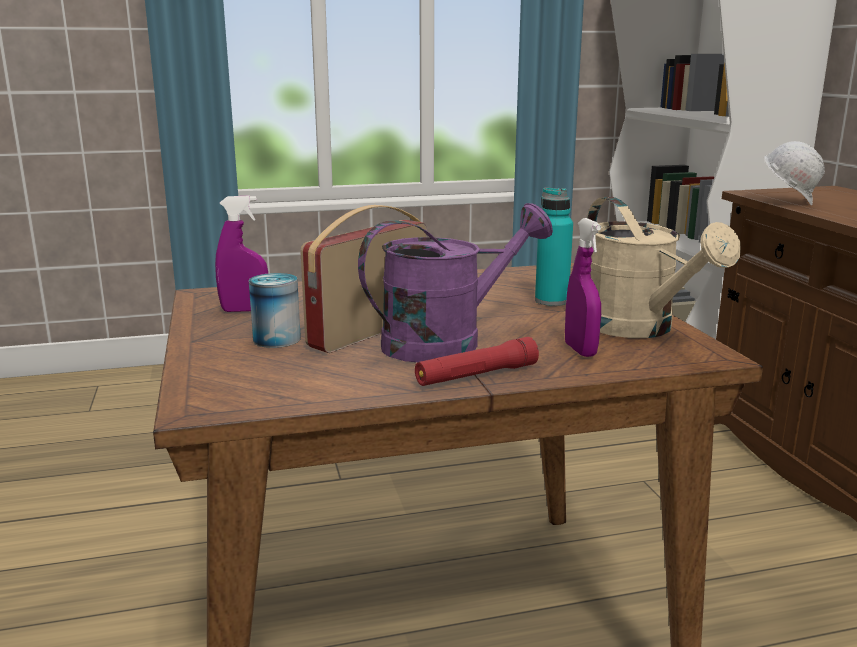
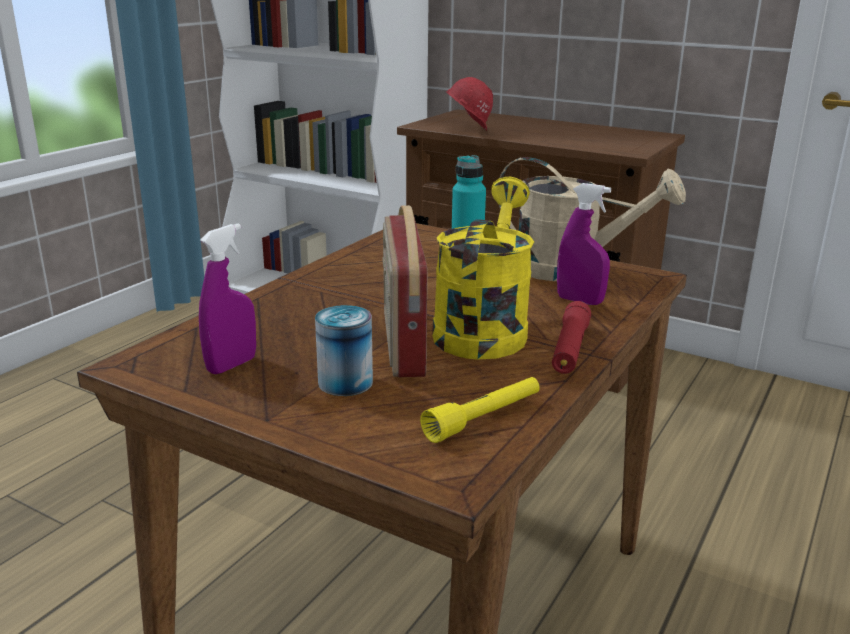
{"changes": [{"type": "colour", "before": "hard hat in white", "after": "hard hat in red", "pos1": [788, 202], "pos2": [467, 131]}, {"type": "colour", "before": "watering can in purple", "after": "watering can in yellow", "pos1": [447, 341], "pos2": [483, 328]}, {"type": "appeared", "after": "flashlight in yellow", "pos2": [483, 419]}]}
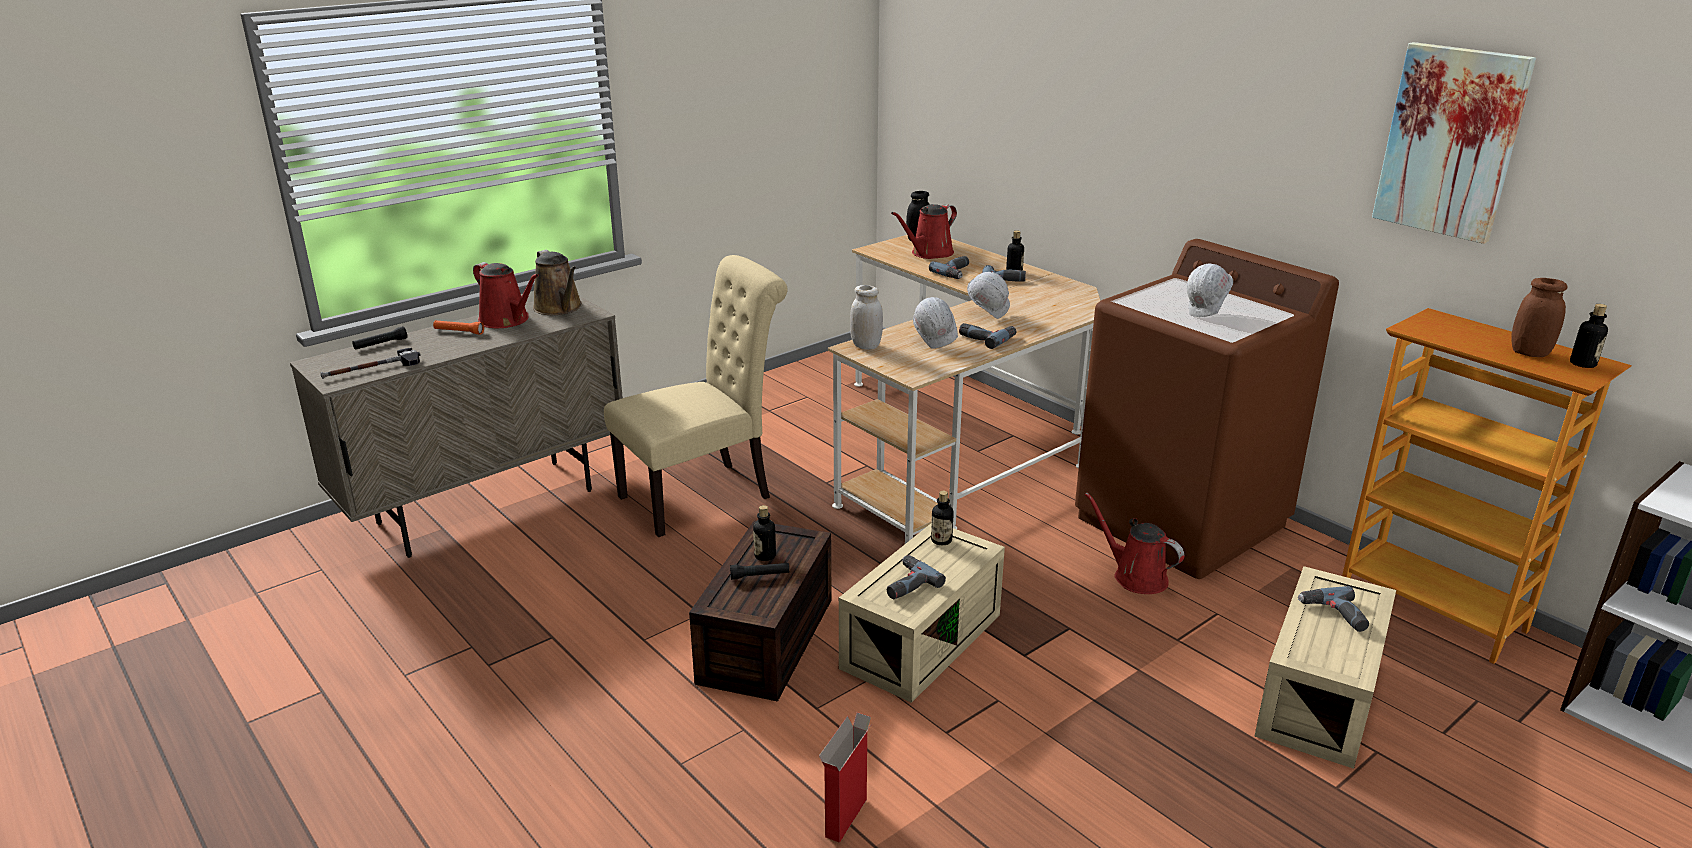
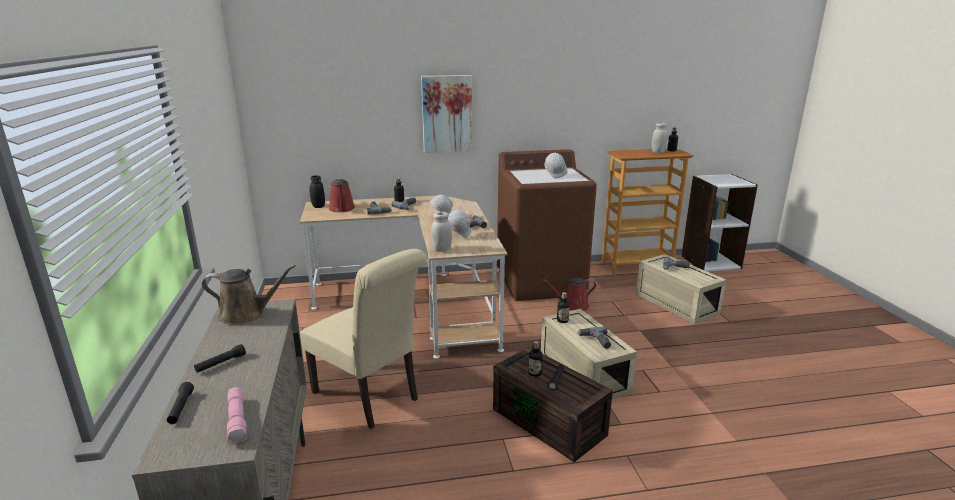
{"changes": [{"type": "relocated", "before": "picture", "pos1": [1451, 142], "pos2": [446, 114]}, {"type": "spun", "before": "chair in beige", "pos1": [704, 495], "pos2": [370, 398], "turn": 135}, {"type": "missing", "before": "watering can in red", "pos1": [507, 320]}, {"type": "colour", "before": "jar in brown", "after": "jar in white", "pos1": [1529, 353], "pos2": [658, 152]}, {"type": "colour", "before": "flashlight in orange", "after": "flashlight in black", "pos1": [459, 332], "pos2": [221, 363]}, {"type": "exchanged", "before": "hammer", "after": "flashlight in pink", "pos1": [372, 370], "pos2": [238, 421]}, {"type": "missing", "before": "cardboard box", "pos1": [846, 817]}]}
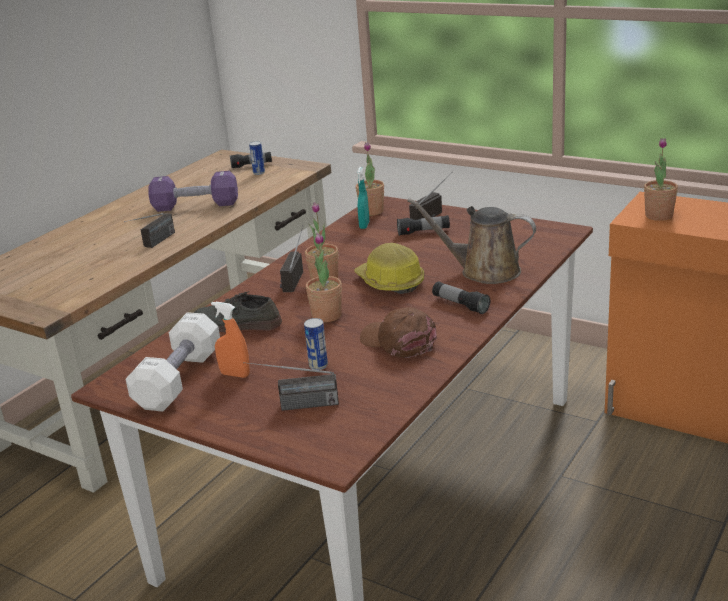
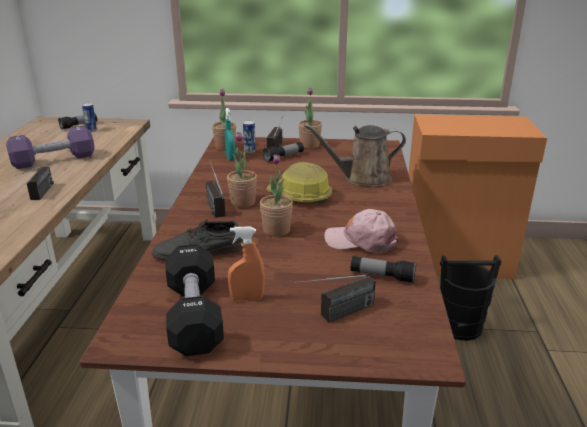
{"changes": [{"type": "relocated", "before": "potted plant", "pos1": [659, 216], "pos2": [309, 145]}, {"type": "relocated", "before": "flashlight", "pos1": [460, 305], "pos2": [382, 276]}, {"type": "colour", "before": "cap in brown", "after": "cap in pink", "pos1": [399, 341], "pos2": [361, 240]}, {"type": "colour", "before": "dumbbell in white", "after": "dumbbell in black", "pos1": [179, 380], "pos2": [194, 316]}, {"type": "relocated", "before": "can", "pos1": [318, 365], "pos2": [249, 151]}, {"type": "appeared", "after": "bucket in black", "pos2": [460, 326]}]}
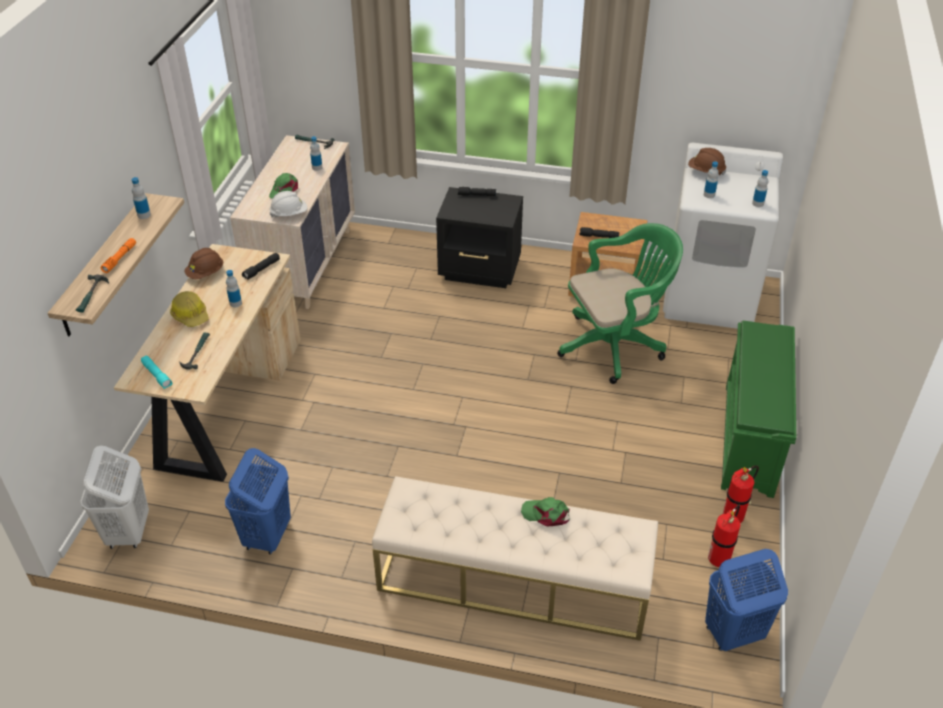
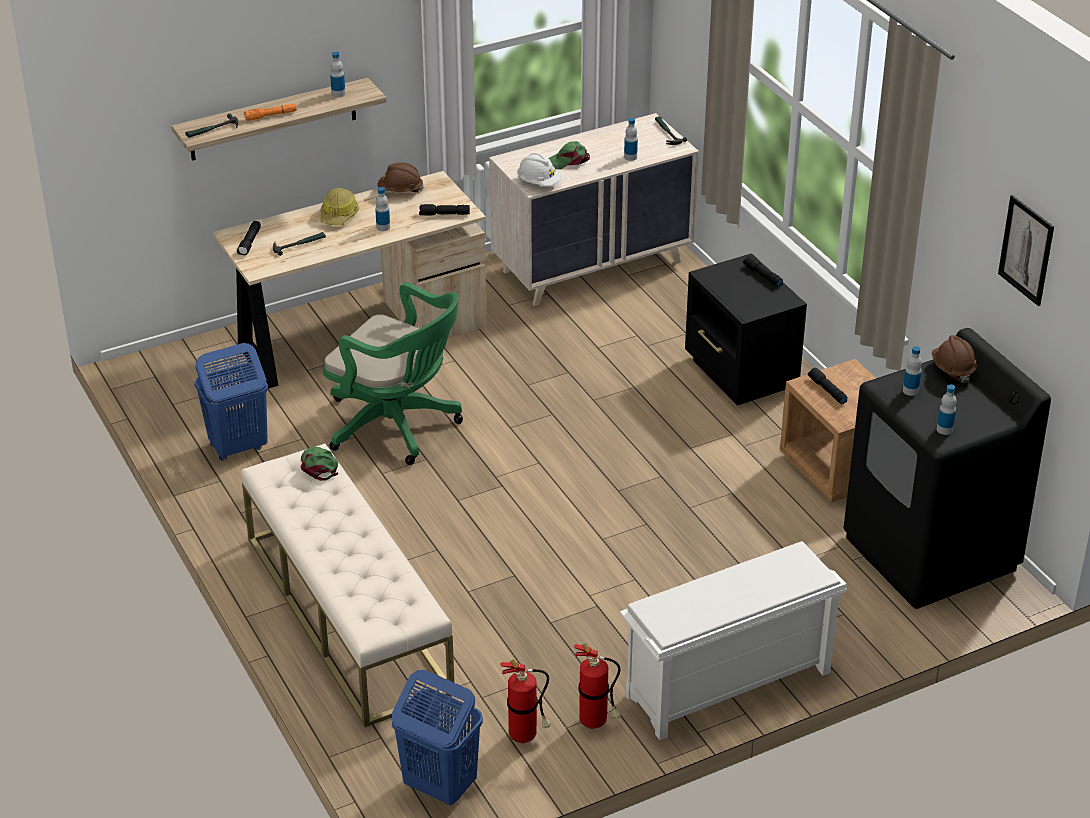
{"changes": [{"type": "colour", "before": "washing machine in white", "after": "washing machine in black", "pos1": [709, 297], "pos2": [931, 553]}, {"type": "relocated", "before": "office chair in green", "pos1": [615, 345], "pos2": [398, 426]}, {"type": "colour", "before": "shoe rack in green", "after": "shoe rack in white", "pos1": [749, 440], "pos2": [727, 686]}, {"type": "colour", "before": "flashlight in turquoise", "after": "flashlight in black", "pos1": [157, 375], "pos2": [250, 243]}, {"type": "missing", "before": "laundry basket in white", "pos1": [128, 532]}, {"type": "relocated", "before": "cap in green", "pos1": [546, 514], "pos2": [319, 465]}, {"type": "appeared", "after": "picture", "pos2": [1026, 250]}]}
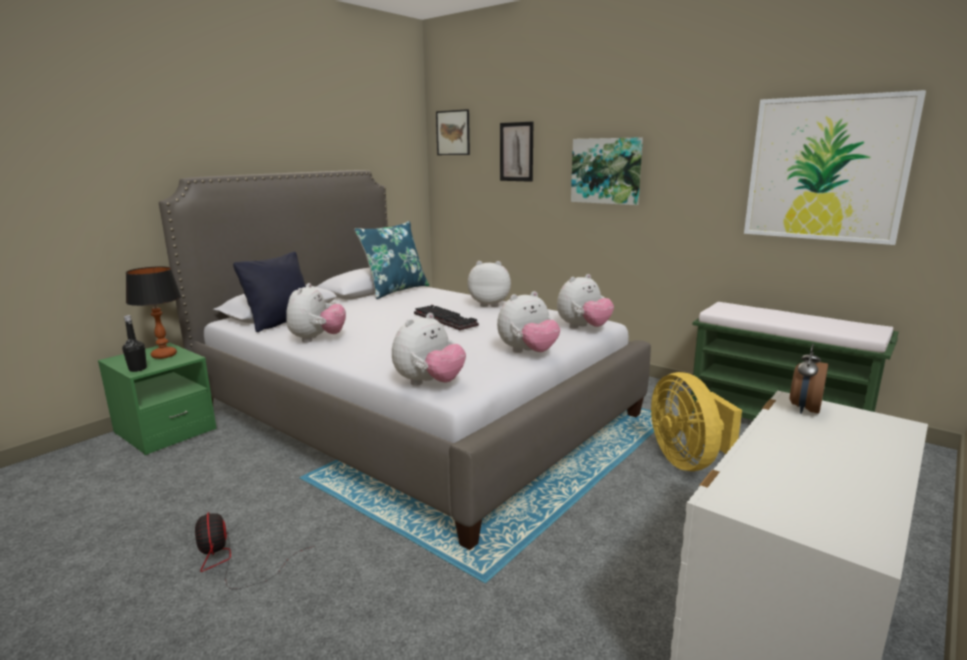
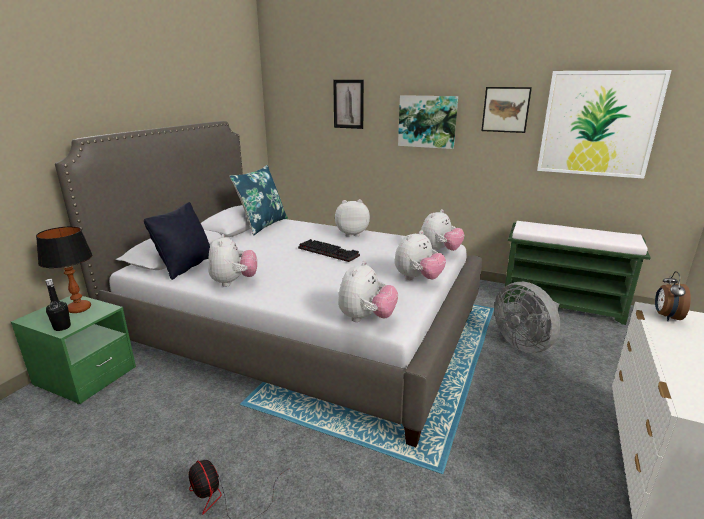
{"changes": [{"type": "relocated", "before": "picture", "pos1": [453, 133], "pos2": [505, 109]}, {"type": "colour", "before": "fan in yellow", "after": "fan in grey", "pos1": [688, 461], "pos2": [524, 343]}]}
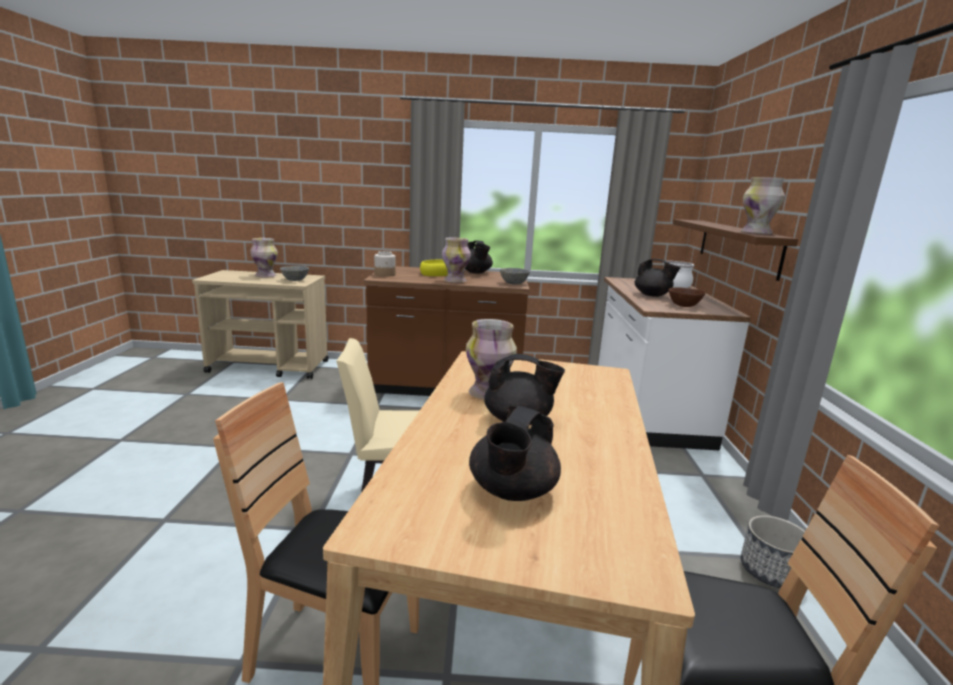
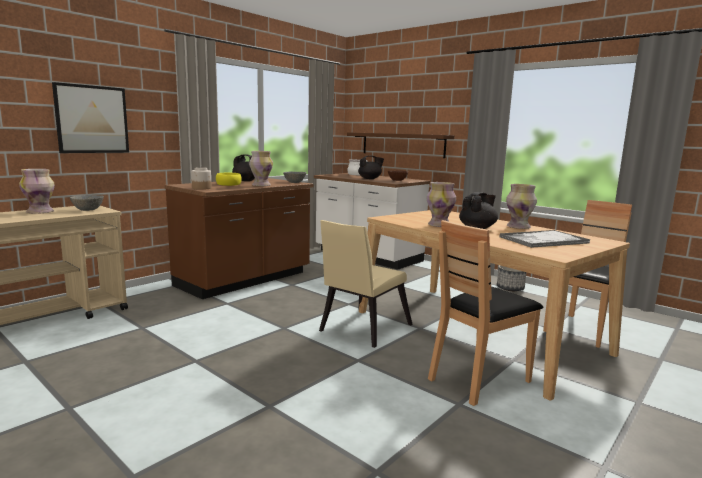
{"changes": [{"type": "relocated", "before": "vase", "pos1": [756, 233], "pos2": [519, 227]}, {"type": "exchanged", "before": "teapot in black", "after": "tray", "pos1": [512, 491], "pos2": [543, 240]}, {"type": "appeared", "after": "picture", "pos2": [92, 119]}]}
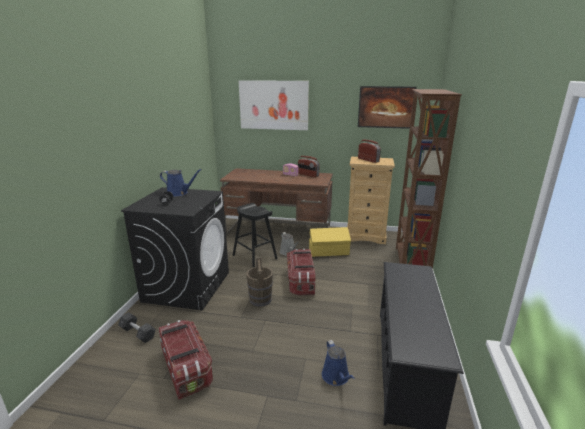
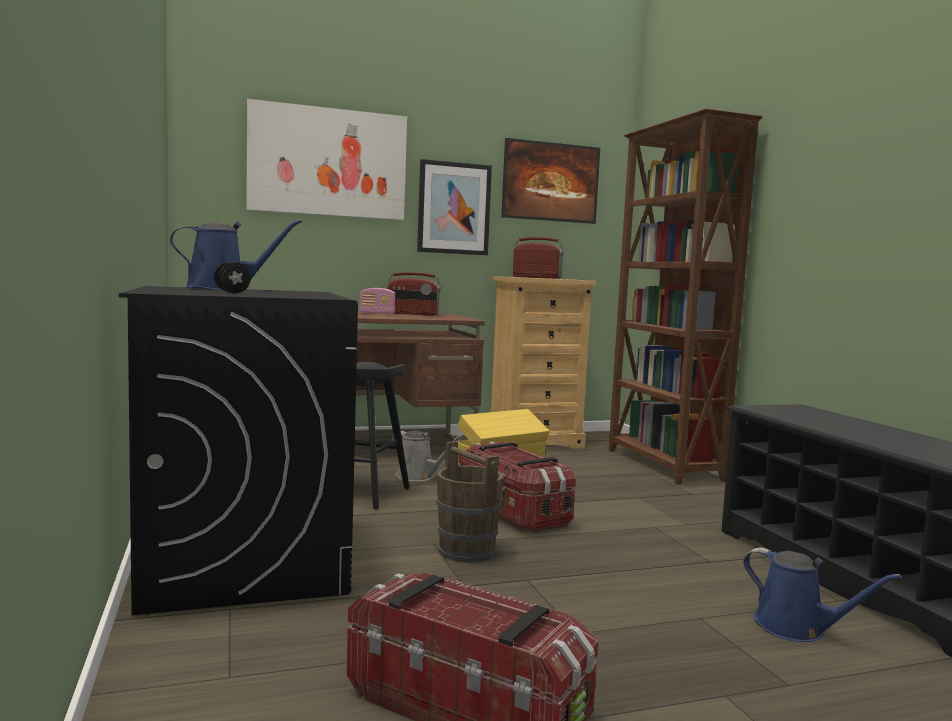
{"changes": [{"type": "missing", "before": "dumbbell in grey", "pos1": [138, 333]}, {"type": "appeared", "after": "picture", "pos2": [454, 208]}]}
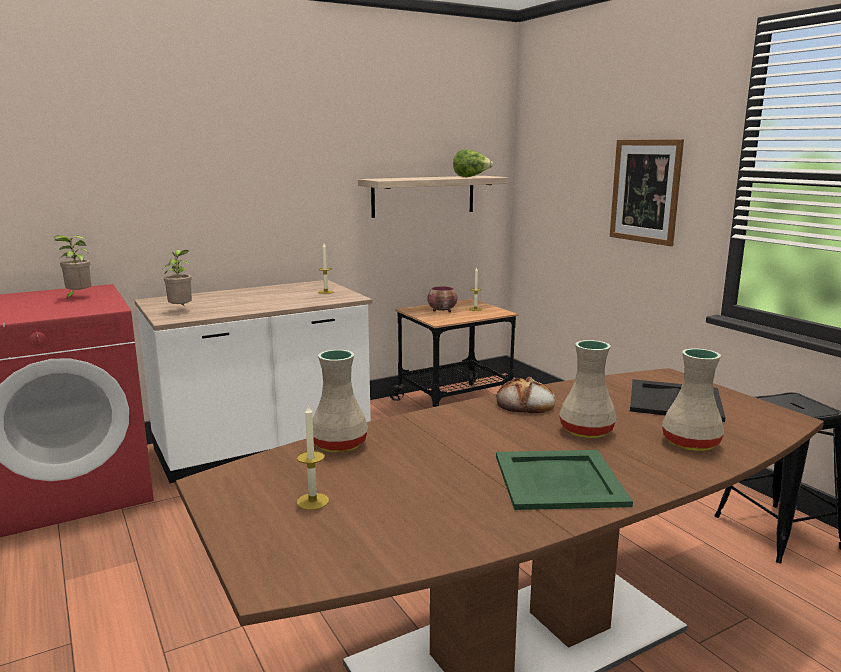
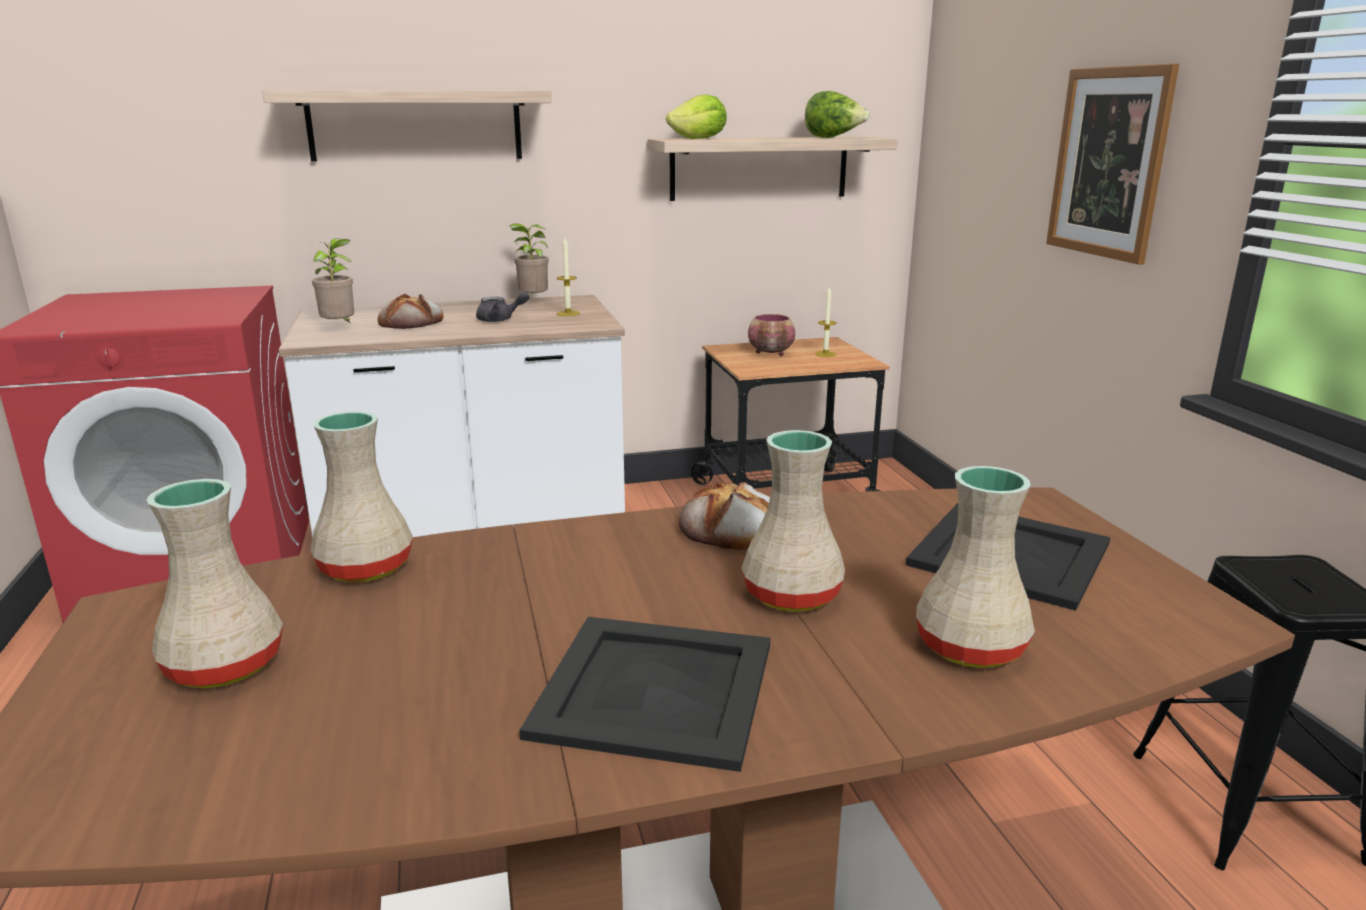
{"changes": [{"type": "relocated", "before": "potted plant", "pos1": [78, 297], "pos2": [532, 302]}, {"type": "exchanged", "before": "candle", "after": "vase in beige", "pos1": [312, 501], "pos2": [222, 667]}, {"type": "colour", "before": "tray in green", "after": "tray in black", "pos1": [558, 480], "pos2": [652, 690]}, {"type": "appeared", "after": "shelf", "pos2": [416, 125]}, {"type": "appeared", "after": "lettuce", "pos2": [699, 139]}, {"type": "appeared", "after": "teapot in grey", "pos2": [500, 320]}, {"type": "appeared", "after": "bread", "pos2": [412, 322]}]}
